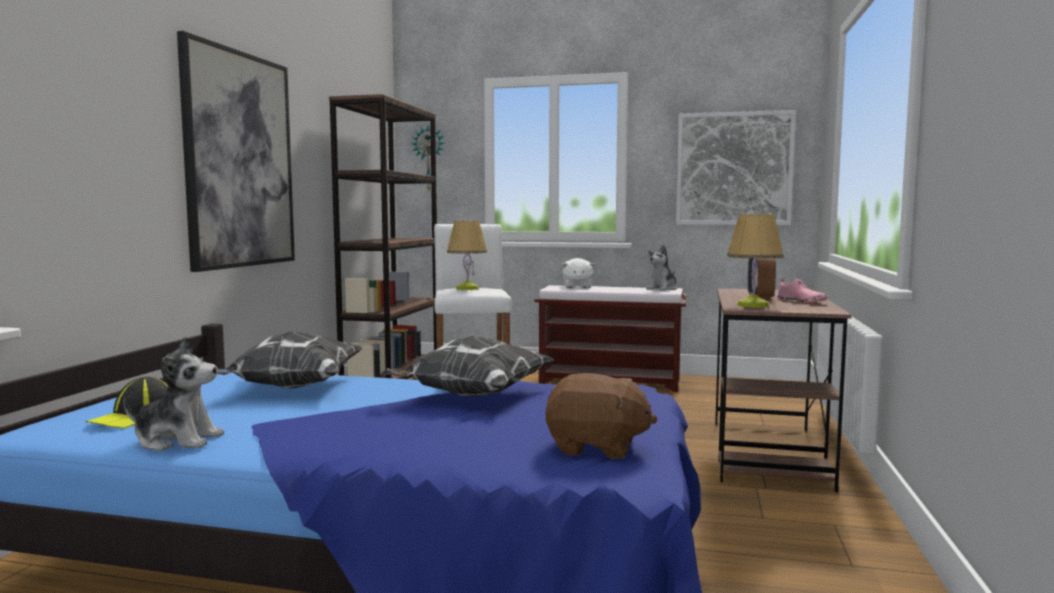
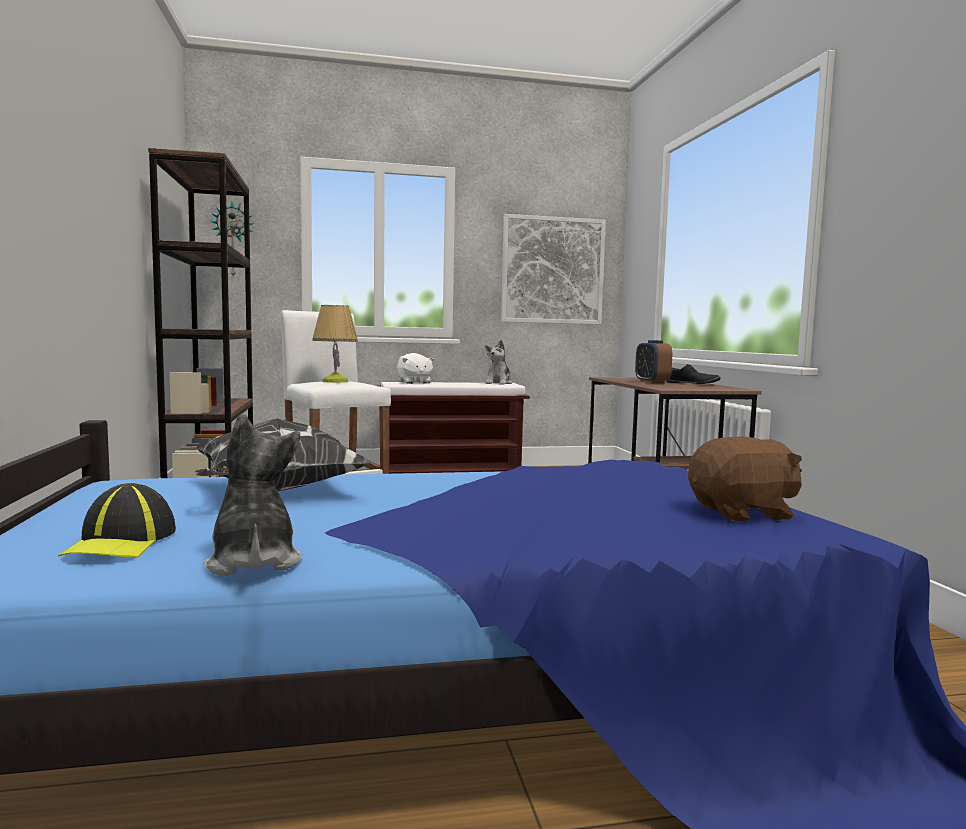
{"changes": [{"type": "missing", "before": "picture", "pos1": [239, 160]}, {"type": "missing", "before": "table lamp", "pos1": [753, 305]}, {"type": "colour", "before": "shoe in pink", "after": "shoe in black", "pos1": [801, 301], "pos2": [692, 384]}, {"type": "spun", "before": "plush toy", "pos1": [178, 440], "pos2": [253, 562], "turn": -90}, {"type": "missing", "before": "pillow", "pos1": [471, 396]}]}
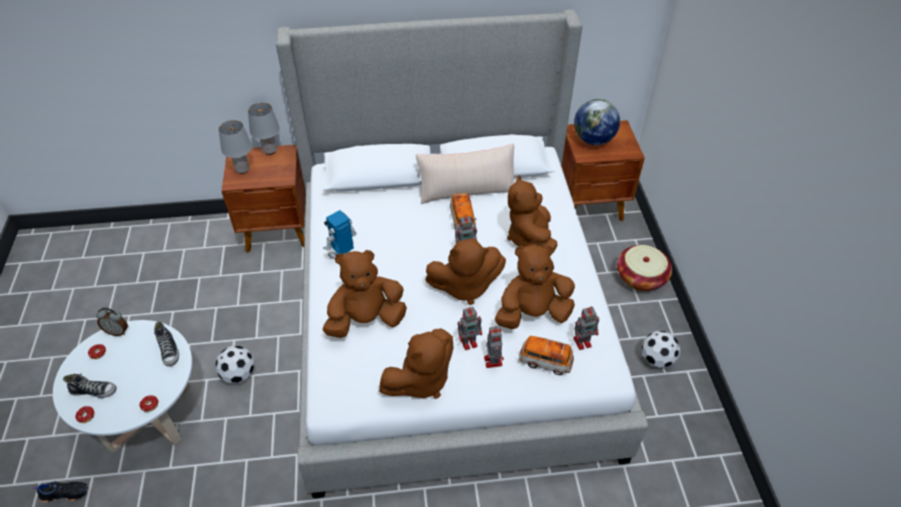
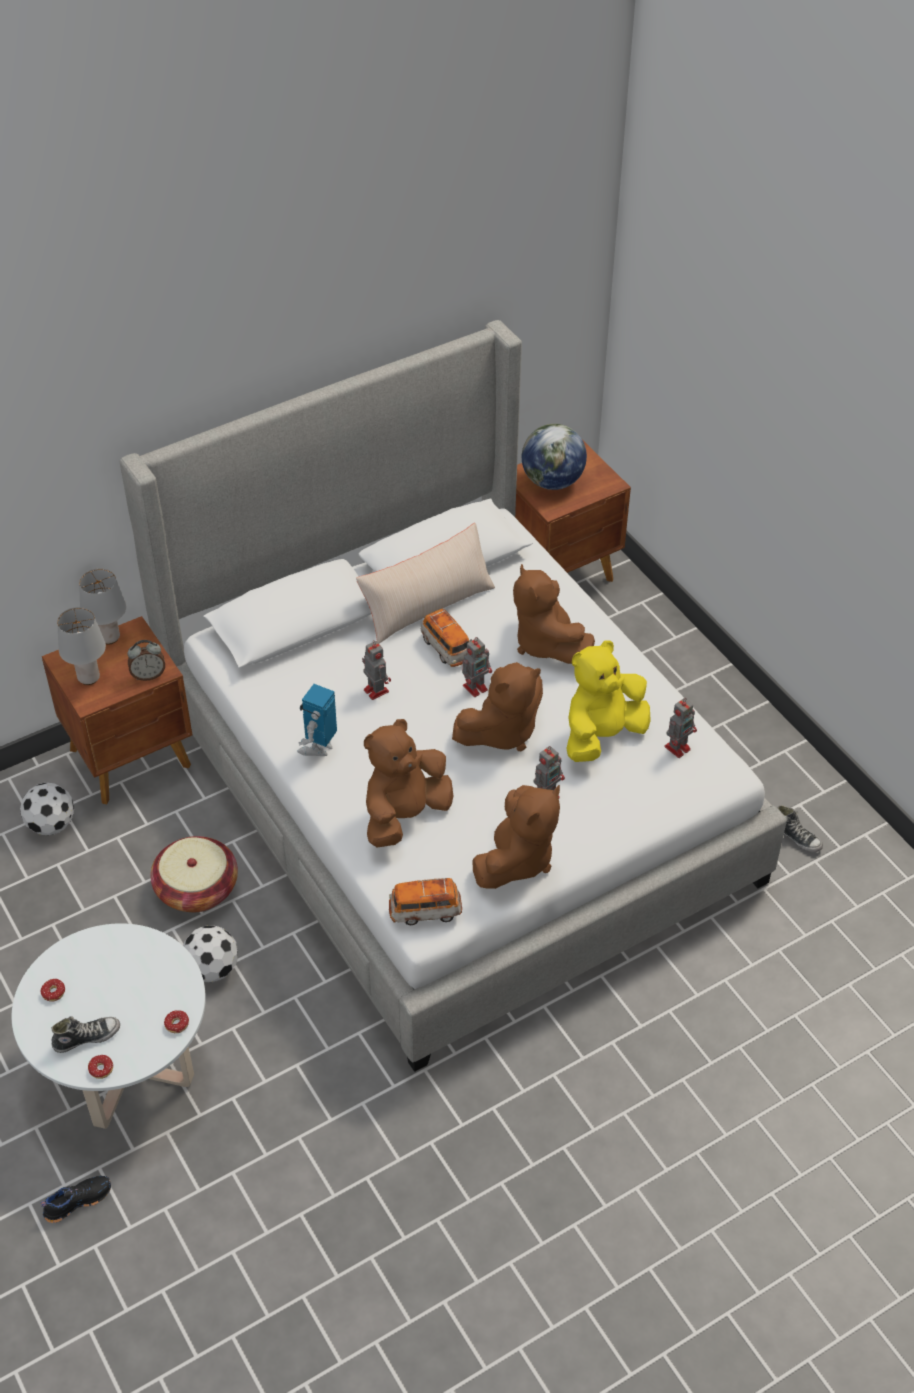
{"changes": [{"type": "colour", "before": "plush toy in brown", "after": "plush toy in yellow", "pos1": [532, 314], "pos2": [602, 735]}, {"type": "relocated", "before": "basket", "pos1": [641, 277], "pos2": [197, 889]}, {"type": "relocated", "before": "alarm clock", "pos1": [118, 331], "pos2": [148, 675]}, {"type": "relocated", "before": "shoe", "pos1": [169, 350], "pos2": [796, 837]}, {"type": "relocated", "before": "toy robot", "pos1": [492, 360], "pos2": [375, 690]}, {"type": "relocated", "before": "football", "pos1": [656, 359], "pos2": [50, 825]}, {"type": "relocated", "before": "toy car", "pos1": [545, 362], "pos2": [425, 911]}]}
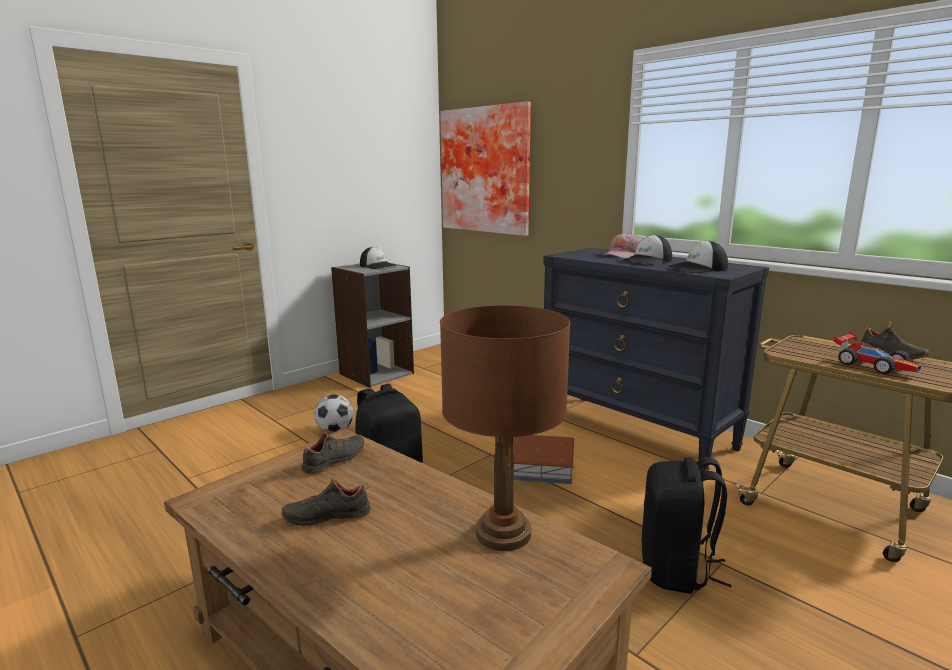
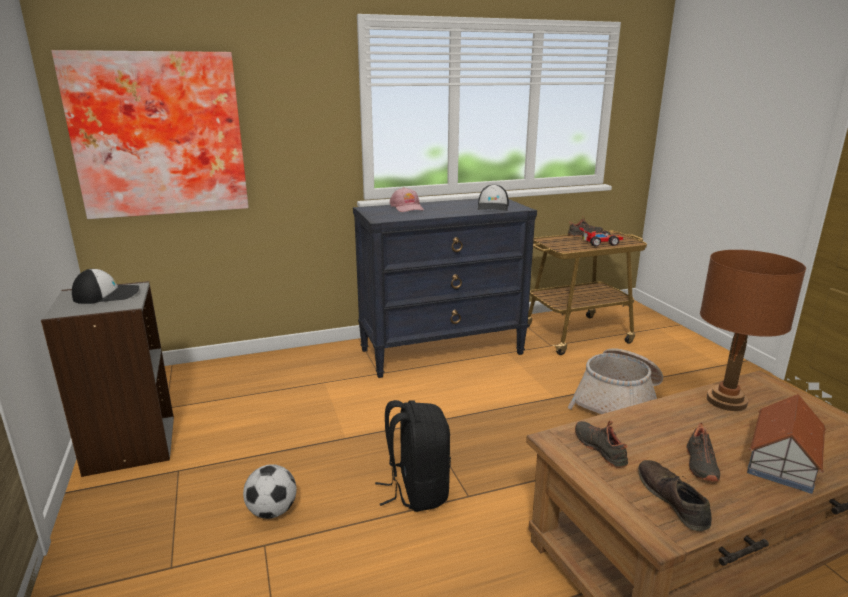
{"changes": [{"type": "missing", "before": "cap", "pos1": [648, 261]}, {"type": "relocated", "before": "toy house", "pos1": [541, 471], "pos2": [781, 461]}, {"type": "exchanged", "before": "backpack in black", "after": "basket", "pos1": [676, 569], "pos2": [618, 401]}, {"type": "appeared", "after": "shoe in brown", "pos2": [672, 499]}]}
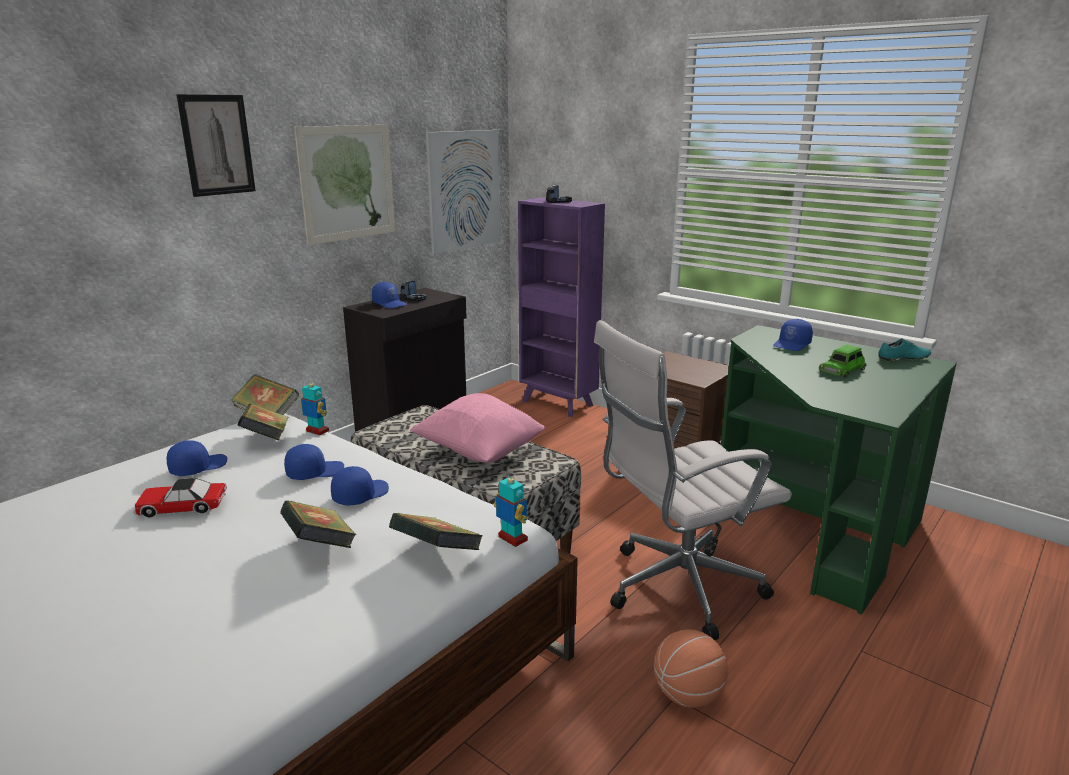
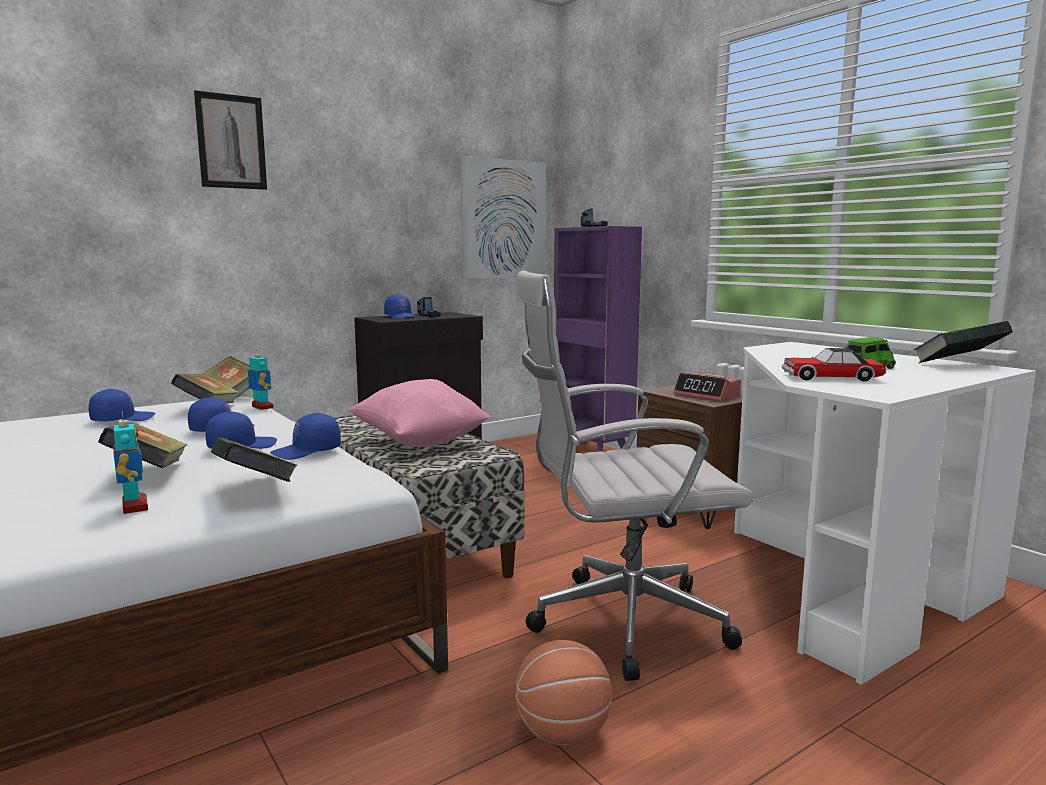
{"changes": [{"type": "missing", "before": "picture", "pos1": [347, 183]}, {"type": "relocated", "before": "cap in blue", "pos1": [792, 345], "pos2": [307, 452]}, {"type": "colour", "before": "desk in green", "after": "desk in white", "pos1": [811, 524], "pos2": [838, 582]}, {"type": "exchanged", "before": "shoe in turquoise", "after": "book", "pos1": [903, 359], "pos2": [958, 365]}, {"type": "relocated", "before": "toy robot", "pos1": [512, 539], "pos2": [134, 507]}, {"type": "relocated", "before": "toy car", "pos1": [182, 506], "pos2": [830, 377]}, {"type": "appeared", "after": "alarm clock", "pos2": [707, 395]}]}
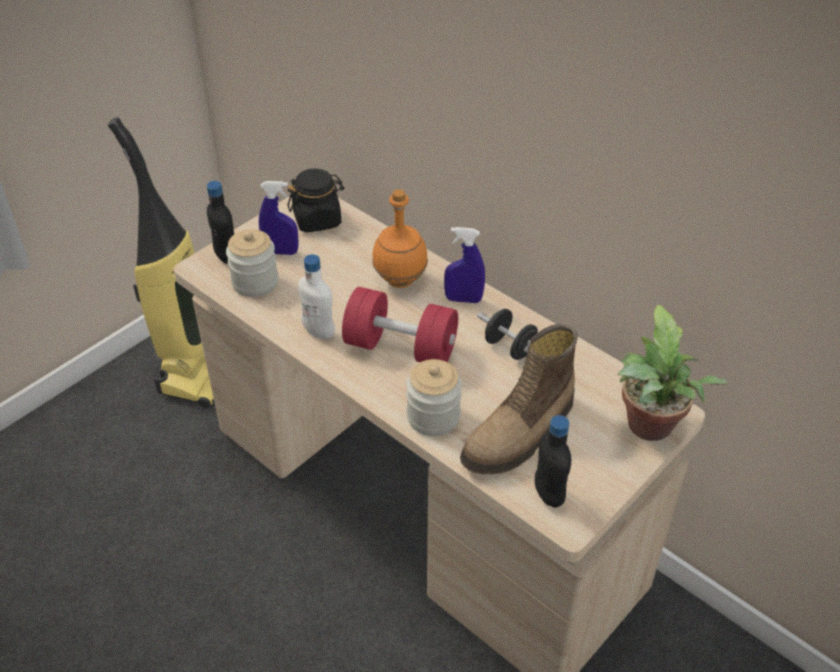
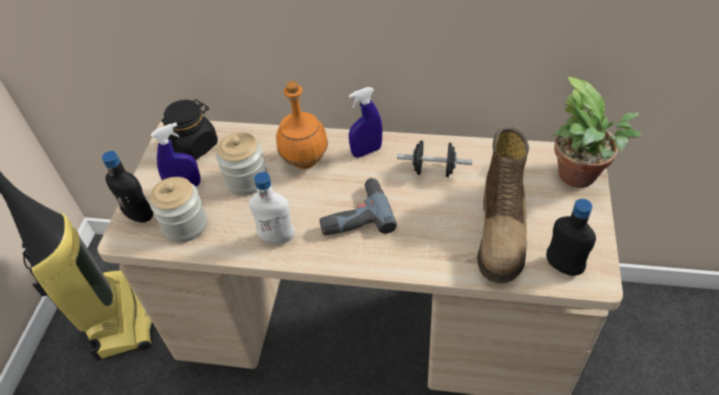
{"changes": [{"type": "exchanged", "before": "dumbbell in red", "after": "power drill", "pos1": [400, 347], "pos2": [354, 214]}, {"type": "relocated", "before": "jar", "pos1": [433, 416], "pos2": [246, 179]}]}
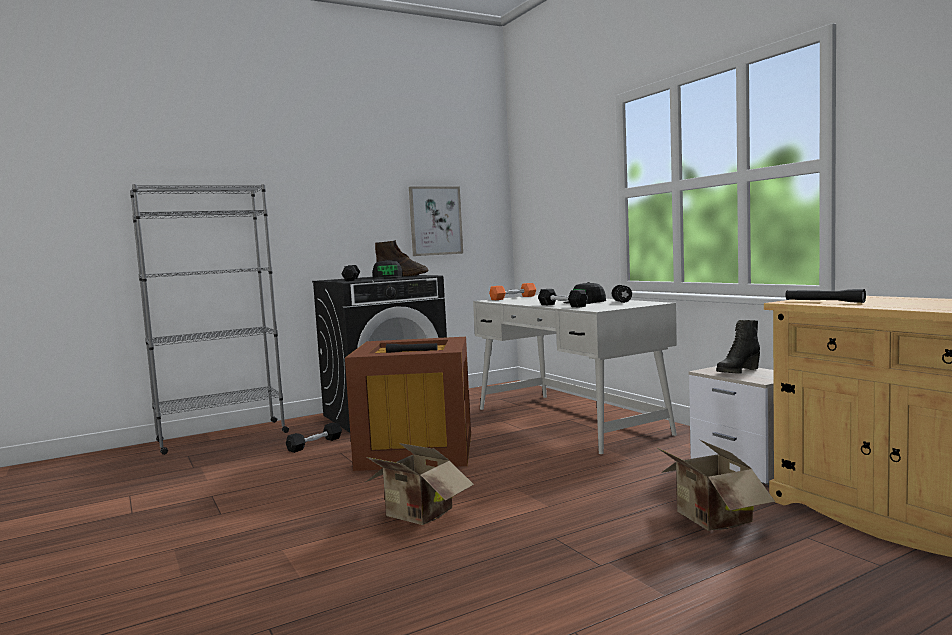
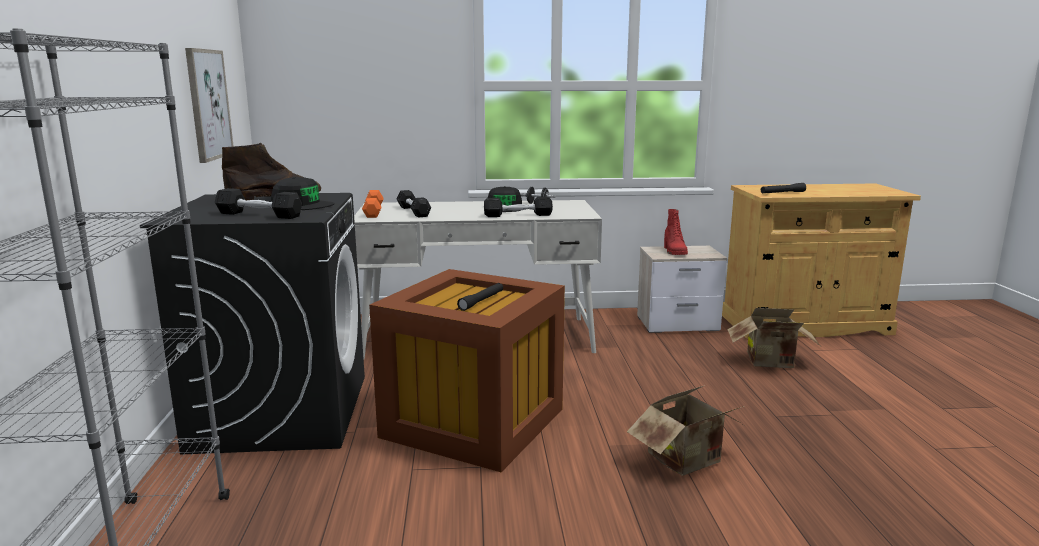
{"changes": [{"type": "colour", "before": "boot in black", "after": "boot in red", "pos1": [737, 371], "pos2": [674, 252]}, {"type": "relocated", "before": "dumbbell in black", "pos1": [314, 444], "pos2": [413, 211]}]}
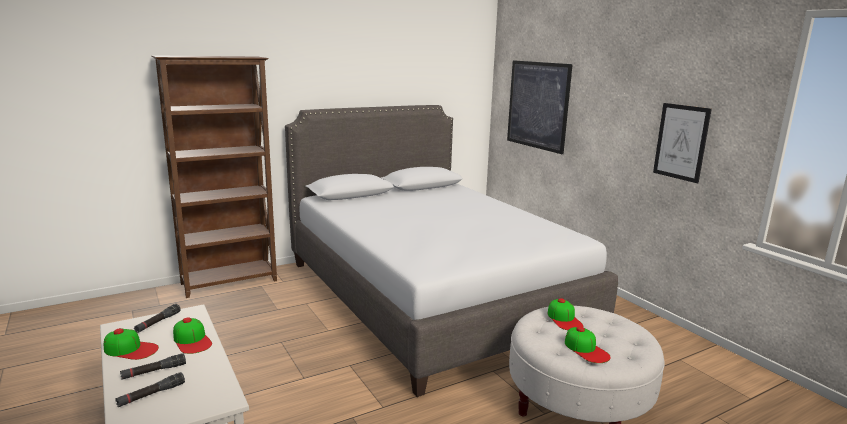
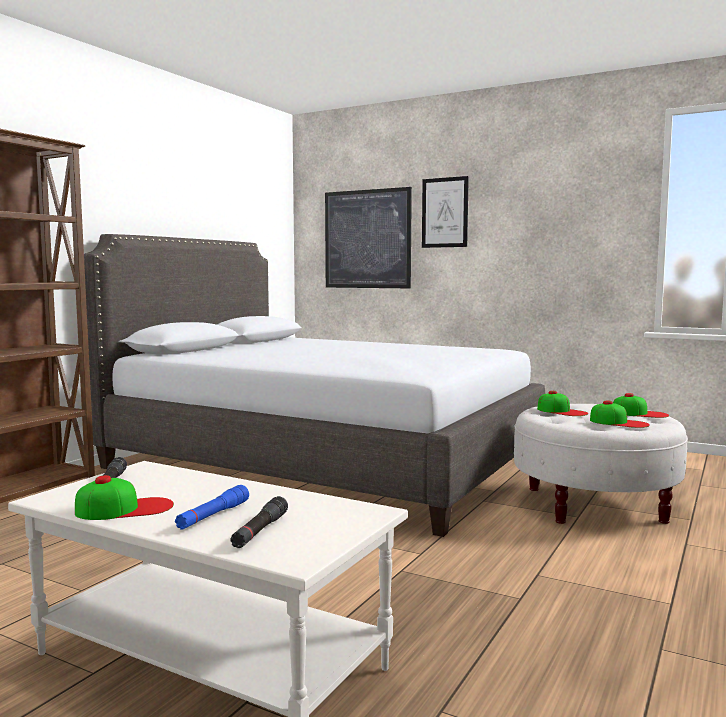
{"changes": [{"type": "relocated", "before": "picture", "pos1": [681, 142], "pos2": [444, 212]}, {"type": "relocated", "before": "cap", "pos1": [192, 340], "pos2": [640, 413]}, {"type": "colour", "before": "flashlight in black", "after": "flashlight in blue", "pos1": [154, 371], "pos2": [213, 516]}]}
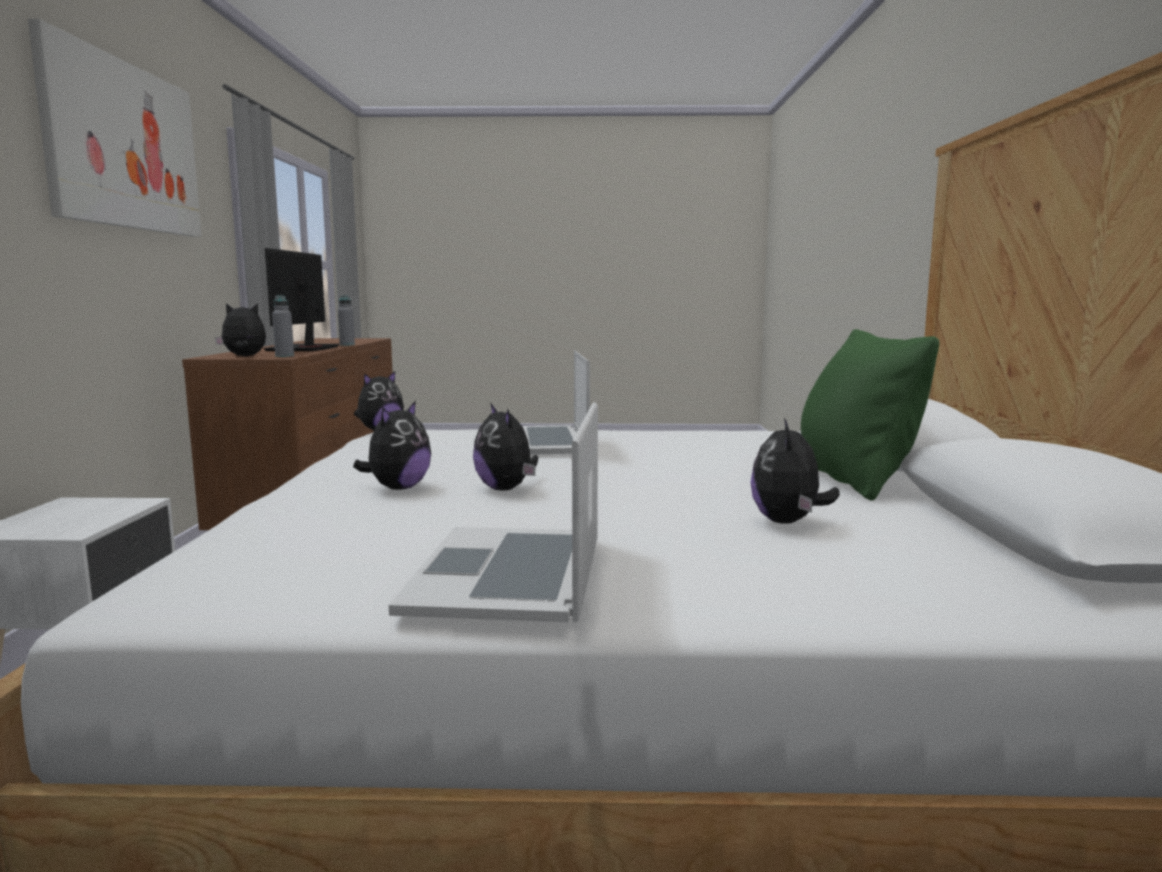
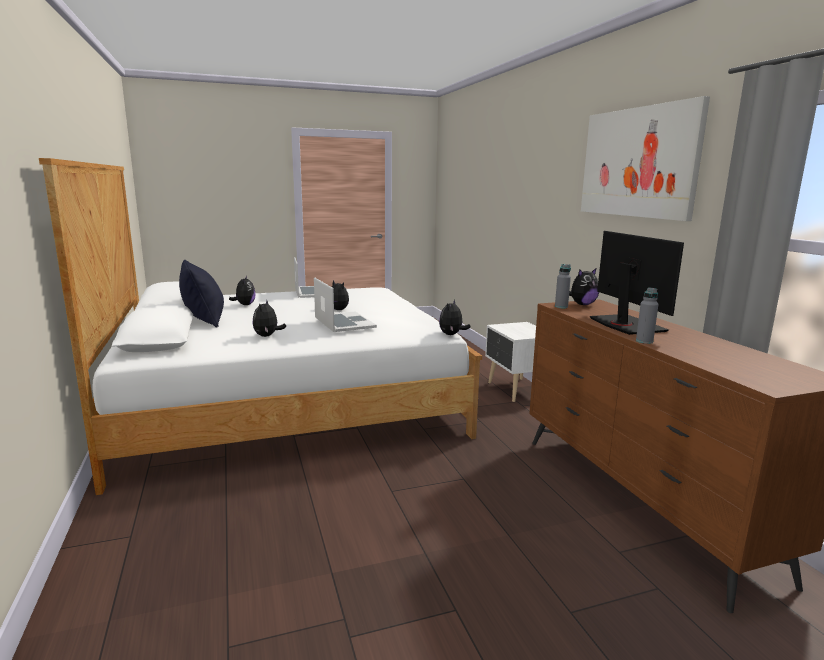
{"changes": [{"type": "colour", "before": "pillow in green", "after": "pillow in black", "pos1": [854, 479], "pos2": [204, 321]}, {"type": "relocated", "before": "plush toy", "pos1": [398, 488], "pos2": [267, 336]}]}
